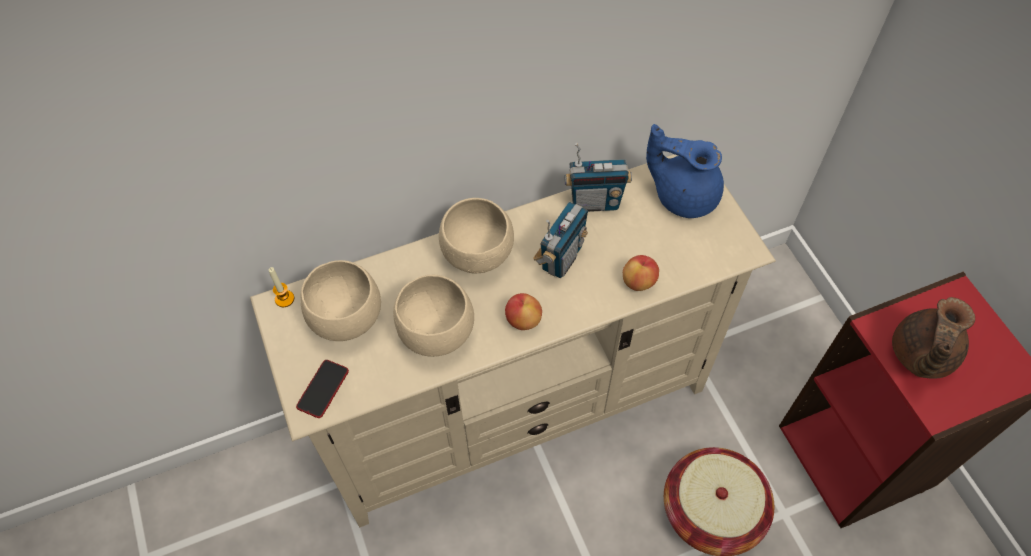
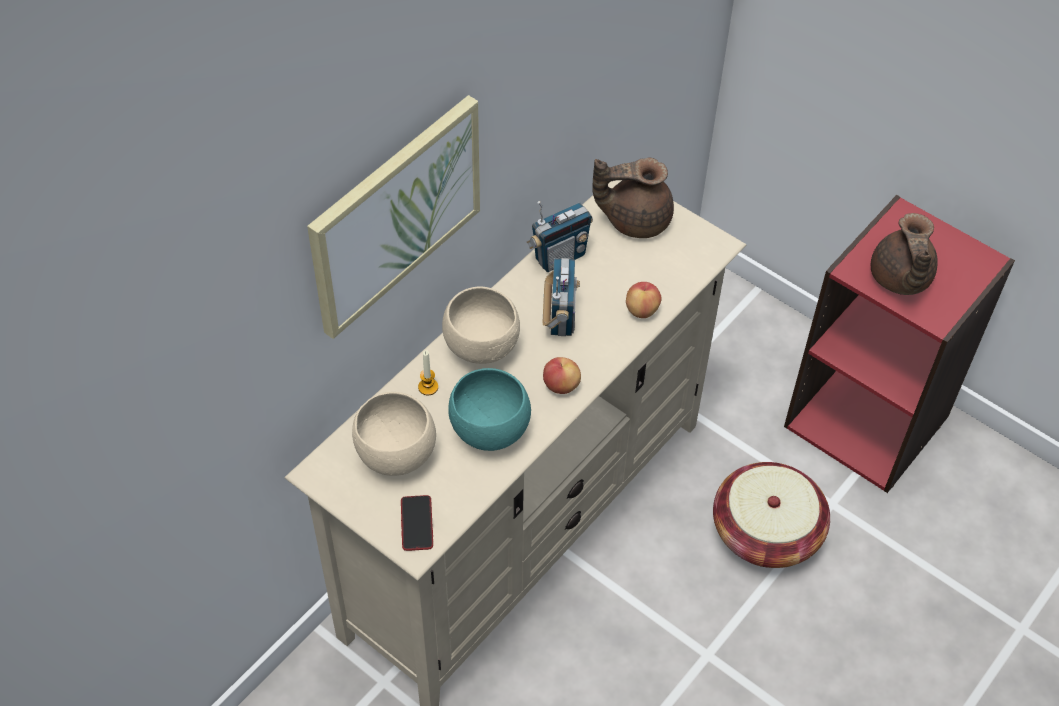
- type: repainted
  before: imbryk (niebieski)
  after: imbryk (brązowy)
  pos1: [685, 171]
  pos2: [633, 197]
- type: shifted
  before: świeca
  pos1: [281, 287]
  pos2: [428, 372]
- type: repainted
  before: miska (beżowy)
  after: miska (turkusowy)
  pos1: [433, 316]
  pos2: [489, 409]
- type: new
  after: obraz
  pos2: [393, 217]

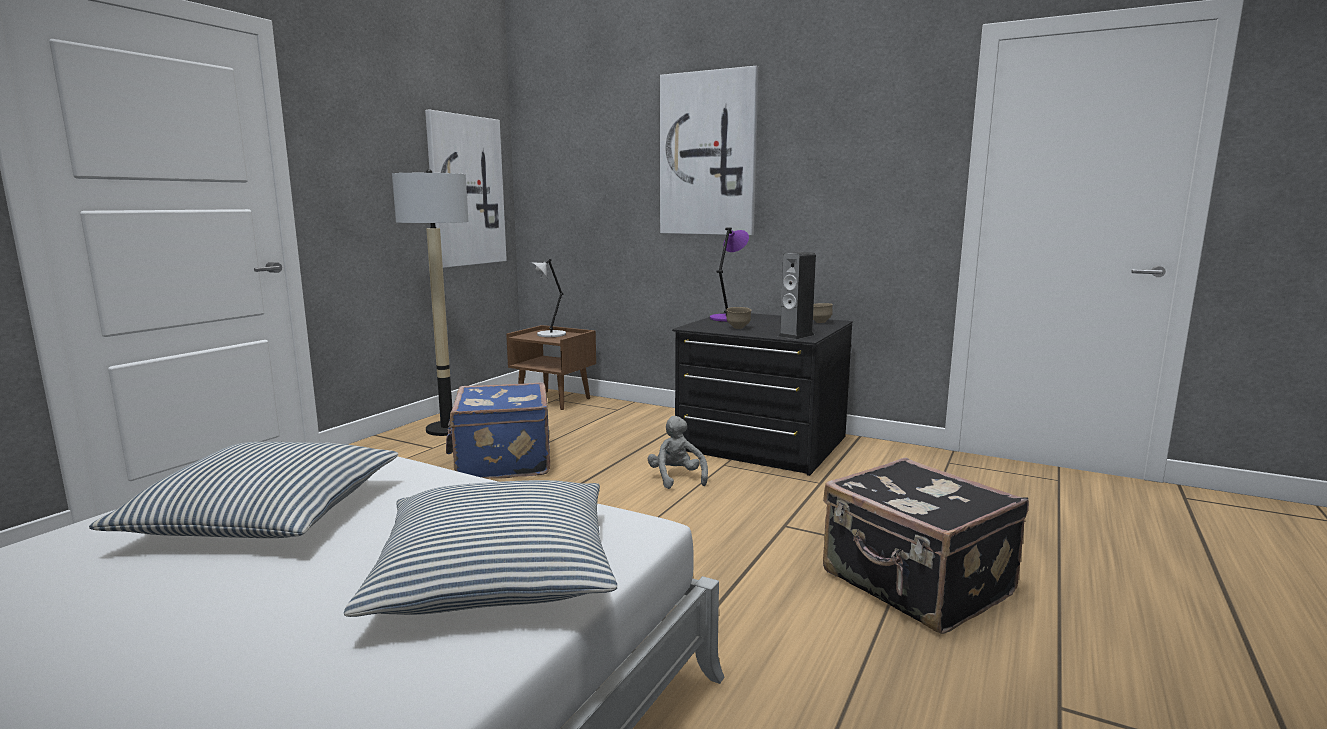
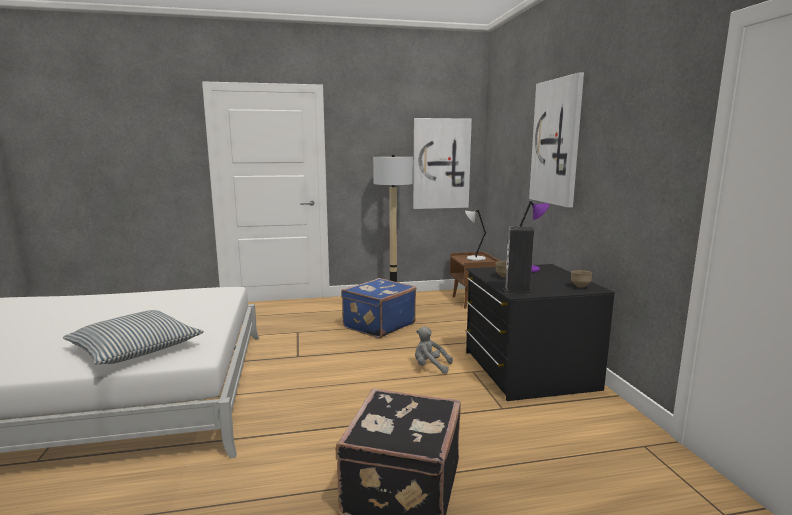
- type: rotated
  before: pluszak (szary)
  pos1: [678, 452]
  pos2: [434, 350]
  turn: -105
- type: gone
  before: poduszka
  pos1: [243, 490]

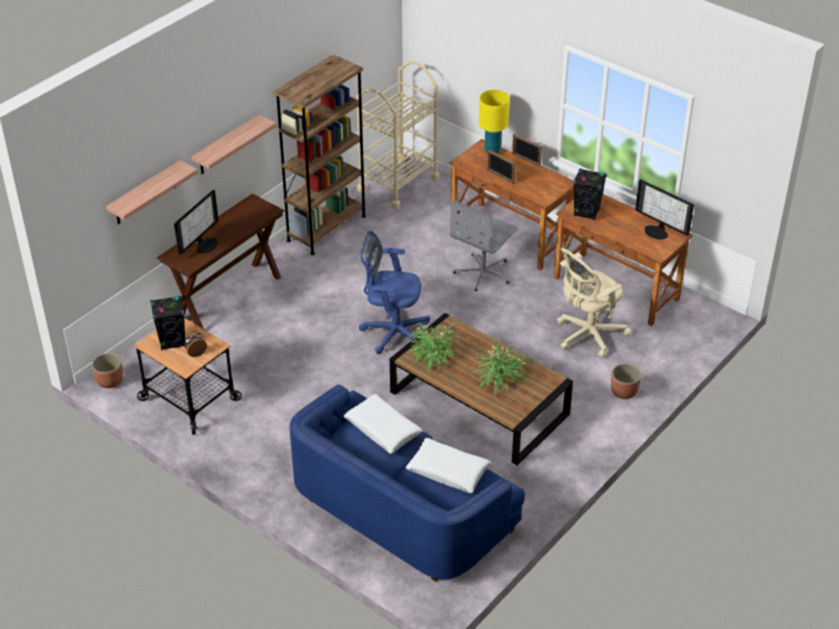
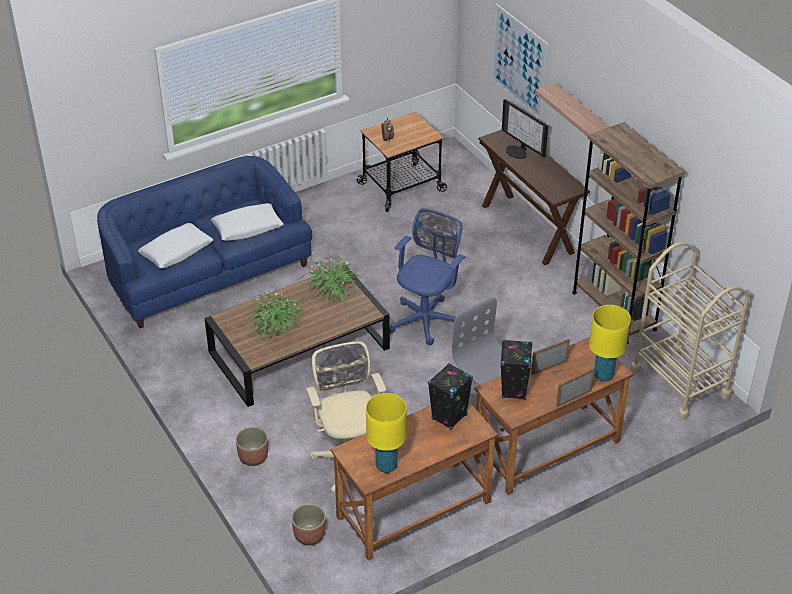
- type: swapped
  before: półka
  after: obraz
  pos1: [152, 192]
  pos2: [519, 62]
- type: swapped
  before: monitor
  after: lampa stołowa (żółty)
  pos1: [664, 209]
  pos2: [386, 433]
- type: shifted
  before: głośnik (czarny)
  pos1: [168, 323]
  pos2: [516, 369]
- type: shifted
  before: donica
  pos1: [107, 370]
  pos2: [308, 524]

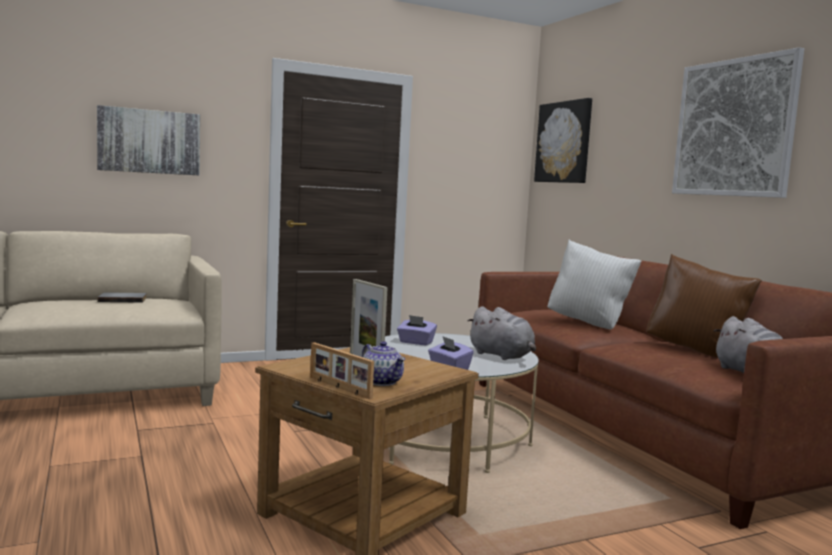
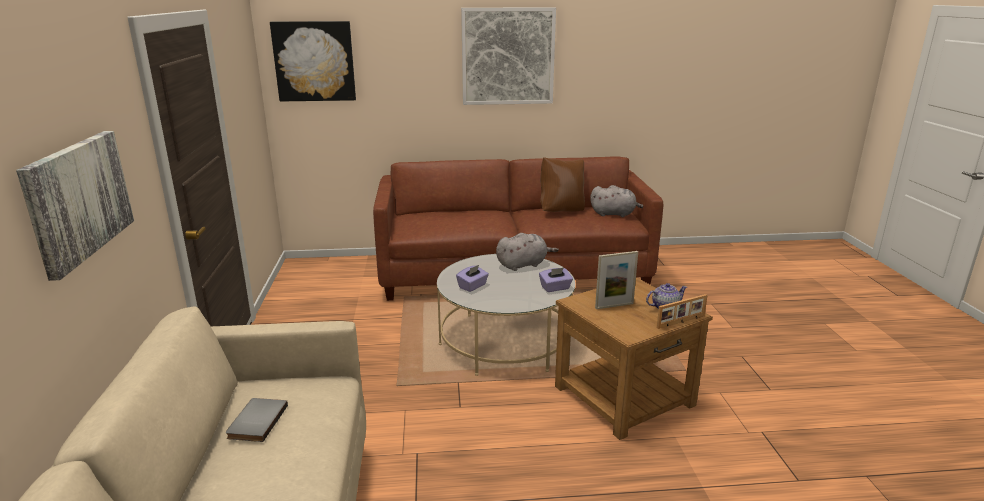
- type: gone
  before: poduszka (biały)
  pos1: [595, 284]

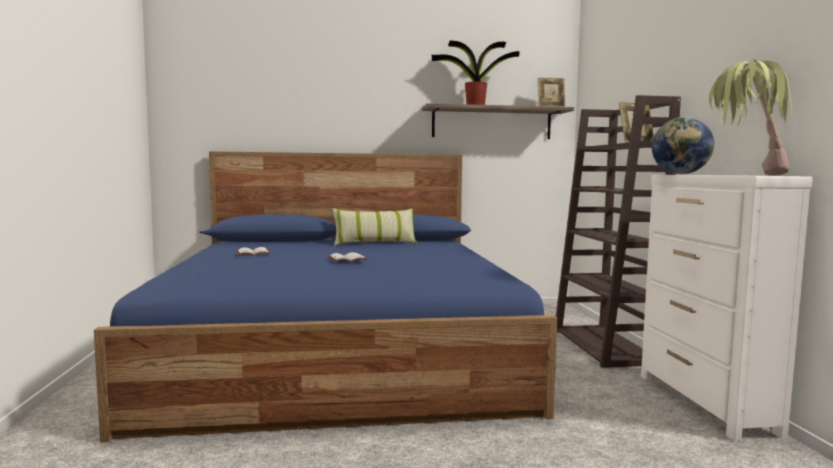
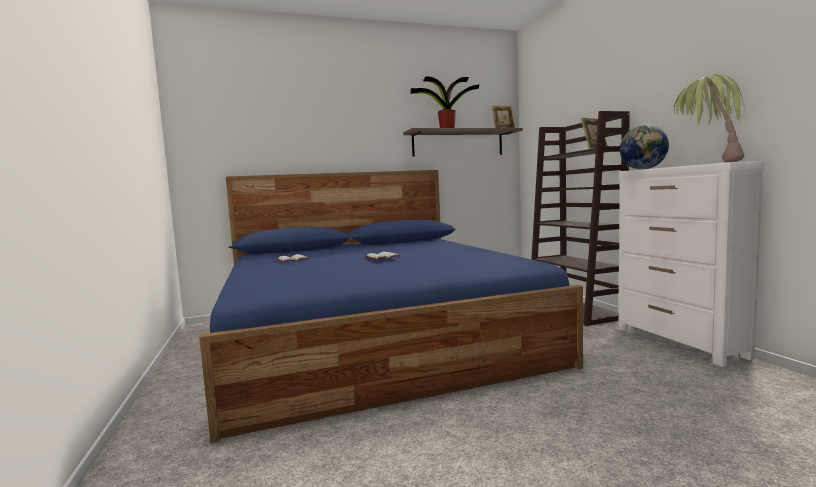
- type: gone
  before: poduszka
  pos1: [375, 227]

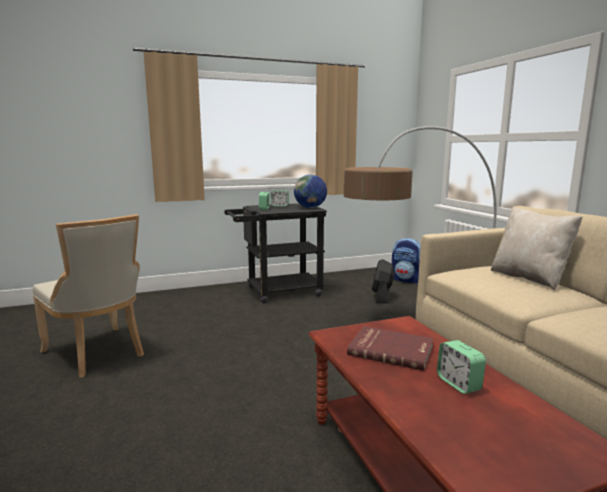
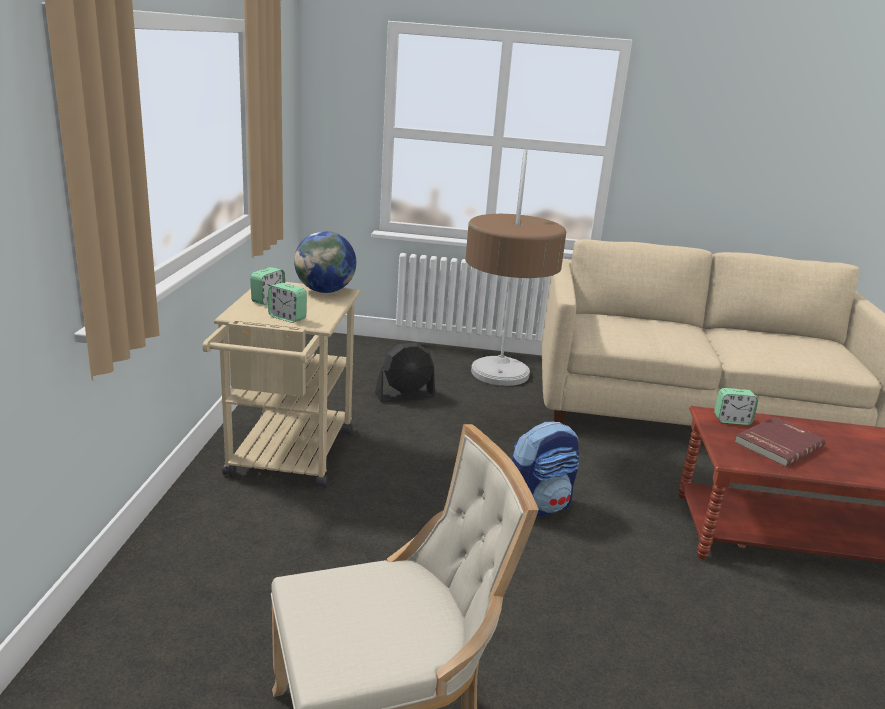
- type: repainted
  before: wózek (czarny)
  after: wózek (beżowy)
  pos1: [275, 253]
  pos2: [281, 385]
- type: gone
  before: poduszka (beżowy)
  pos1: [536, 248]
- type: shifted
  before: plecak
  pos1: [406, 261]
  pos2: [545, 469]
- type: rotated
  before: wentylator (czarny)
  pos1: [383, 281]
  pos2: [405, 373]
  turn: -60
- type: shifted
  before: budzik
  pos1: [461, 367]
  pos2: [736, 406]

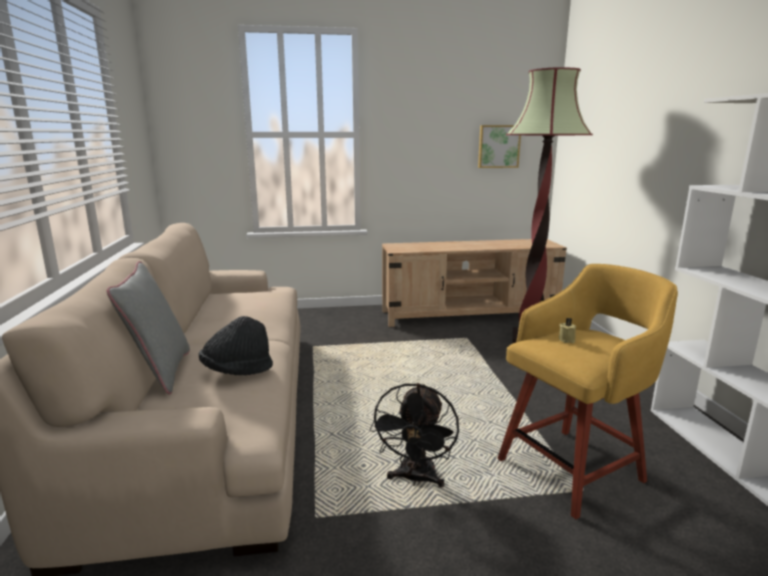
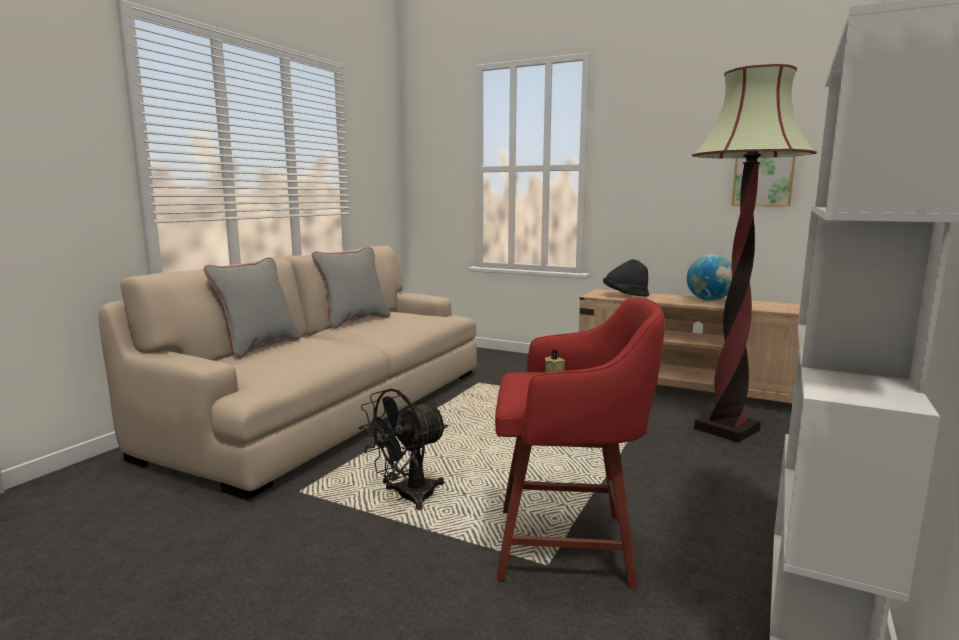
- type: repainted
  before: stołek (żółty)
  after: stołek (czerwony)
  pos1: [587, 391]
  pos2: [580, 442]
- type: shifted
  before: kapelusz (czarny)
  pos1: [236, 345]
  pos2: [626, 278]
- type: new
  after: poduszka (szary)
  pos2: [351, 287]
- type: new
  after: globus
  pos2: [709, 277]

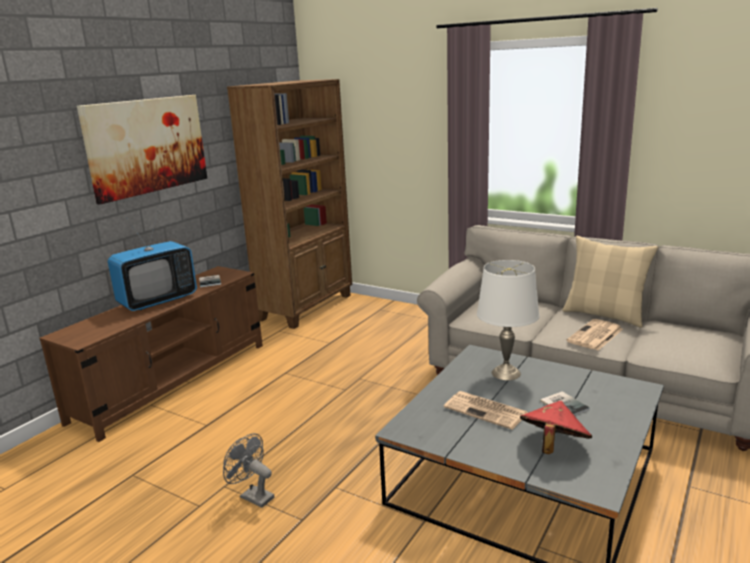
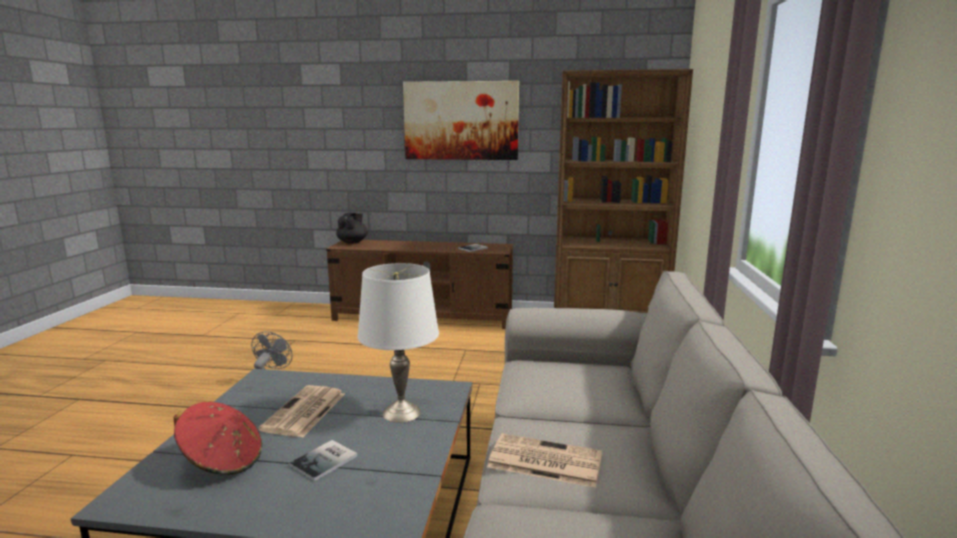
- type: gone
  before: telewizor
  pos1: [152, 261]
- type: gone
  before: poduszka (beżowy)
  pos1: [610, 282]
- type: new
  after: imbryk (czarny)
  pos2: [352, 228]

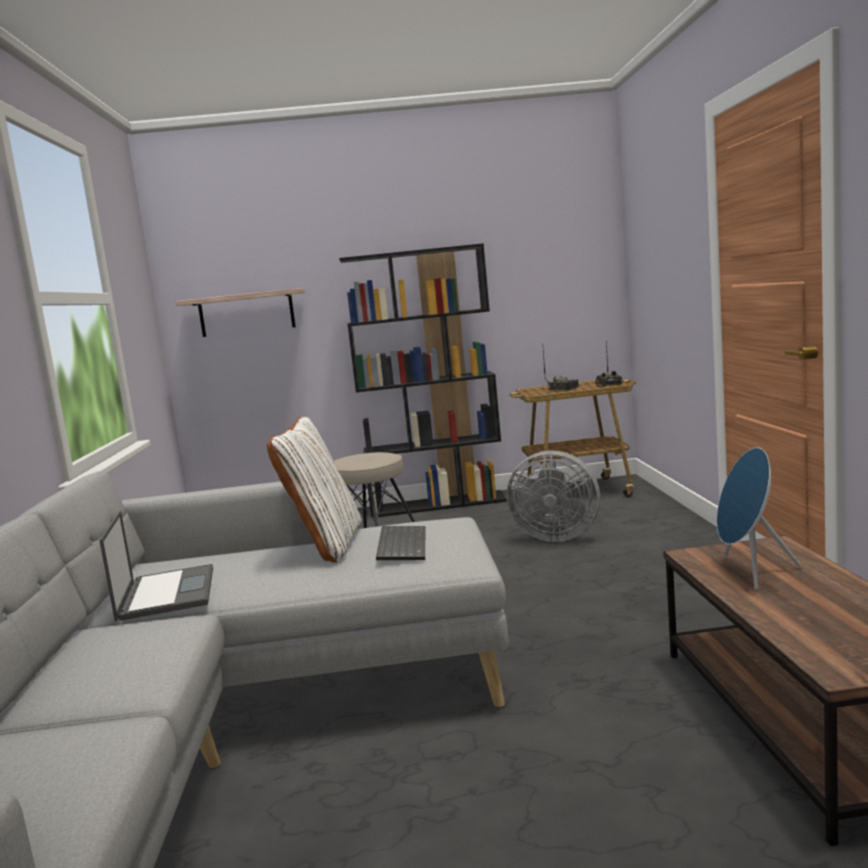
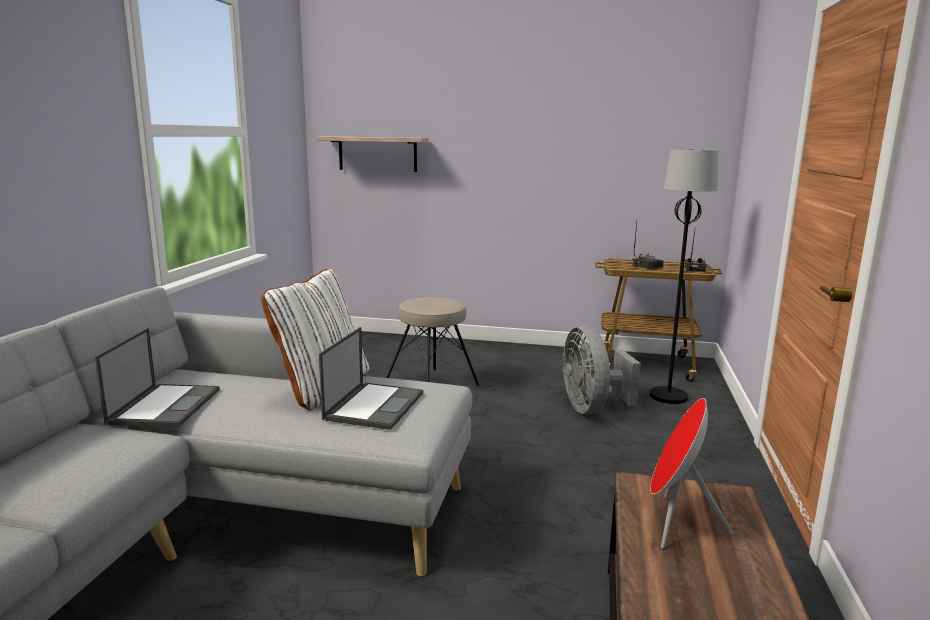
- type: gone
  before: regał (czarny)
  pos1: [423, 380]
- type: repainted
  before: głośnik (niebieski)
  after: głośnik (czerwony)
  pos1: [759, 518]
  pos2: [691, 473]
- type: rotated
  before: wentylator (szary)
  pos1: [553, 496]
  pos2: [601, 370]
  turn: 45
- type: swapped
  before: klawiatura
  after: laptop
  pos1: [400, 543]
  pos2: [371, 378]
- type: new
  after: lampa stojąca (czarny)
  pos2: [684, 276]

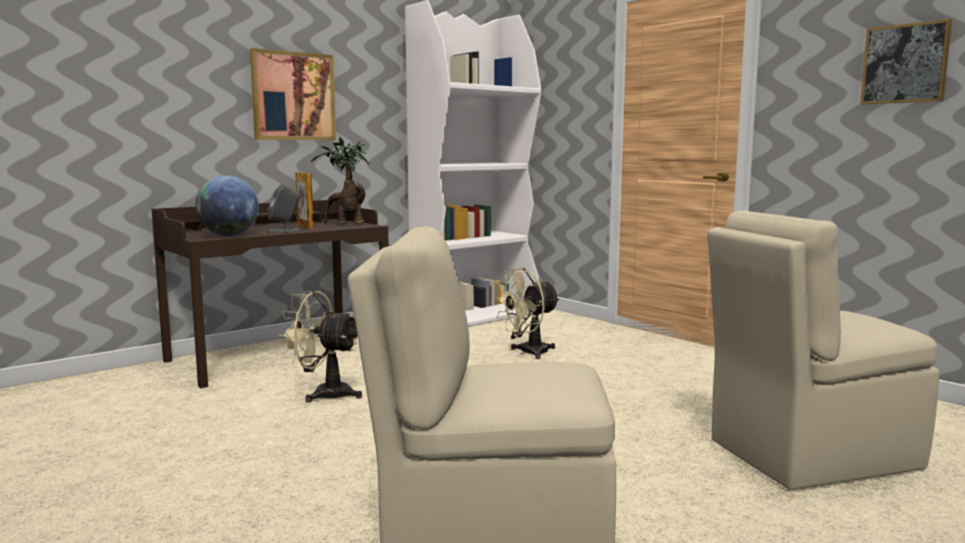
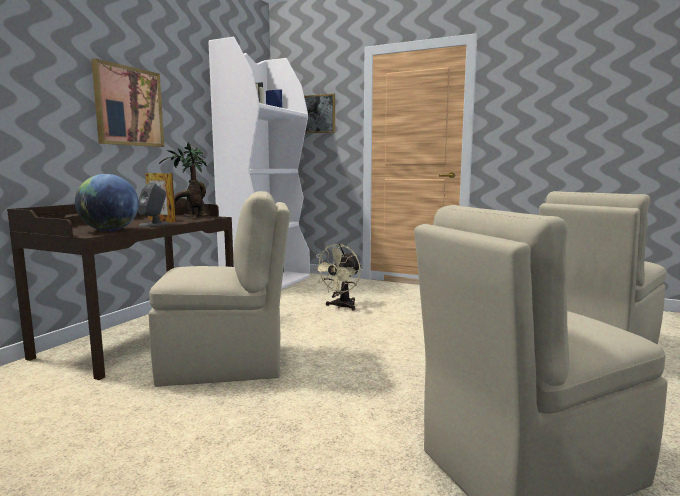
- type: shifted
  before: obraz
  pos1: [906, 61]
  pos2: [319, 113]
- type: swapped
  before: wentylator (beżowy)
  after: krzesło (beżowy)
  pos1: [320, 346]
  pos2: [219, 289]

